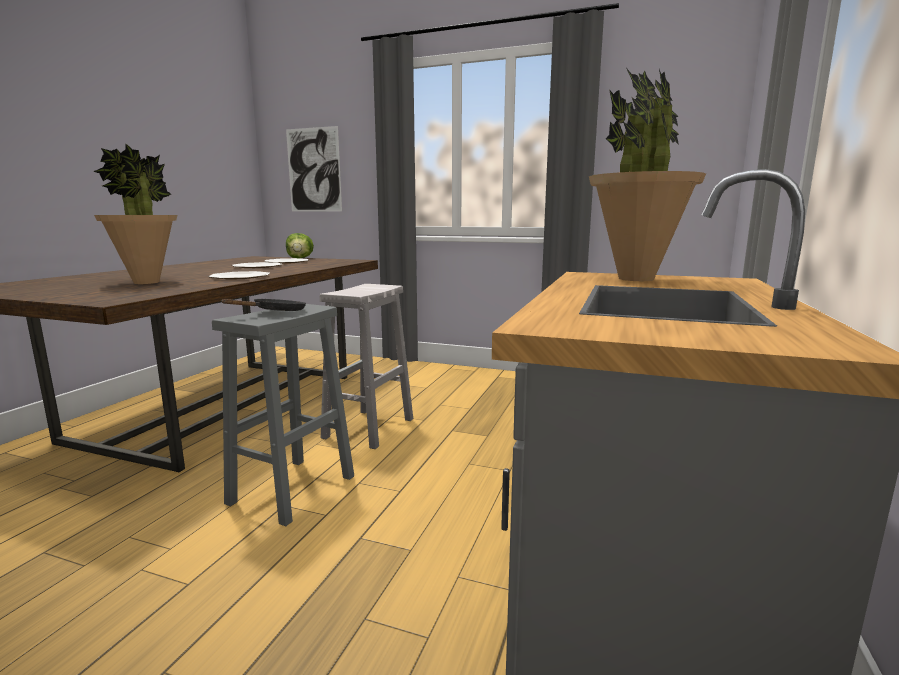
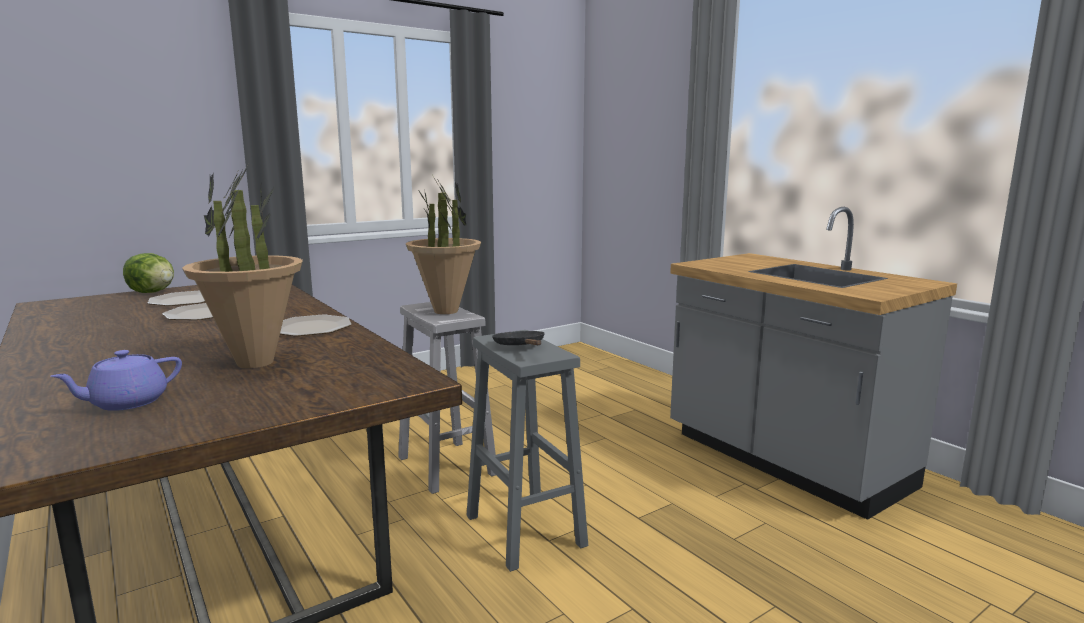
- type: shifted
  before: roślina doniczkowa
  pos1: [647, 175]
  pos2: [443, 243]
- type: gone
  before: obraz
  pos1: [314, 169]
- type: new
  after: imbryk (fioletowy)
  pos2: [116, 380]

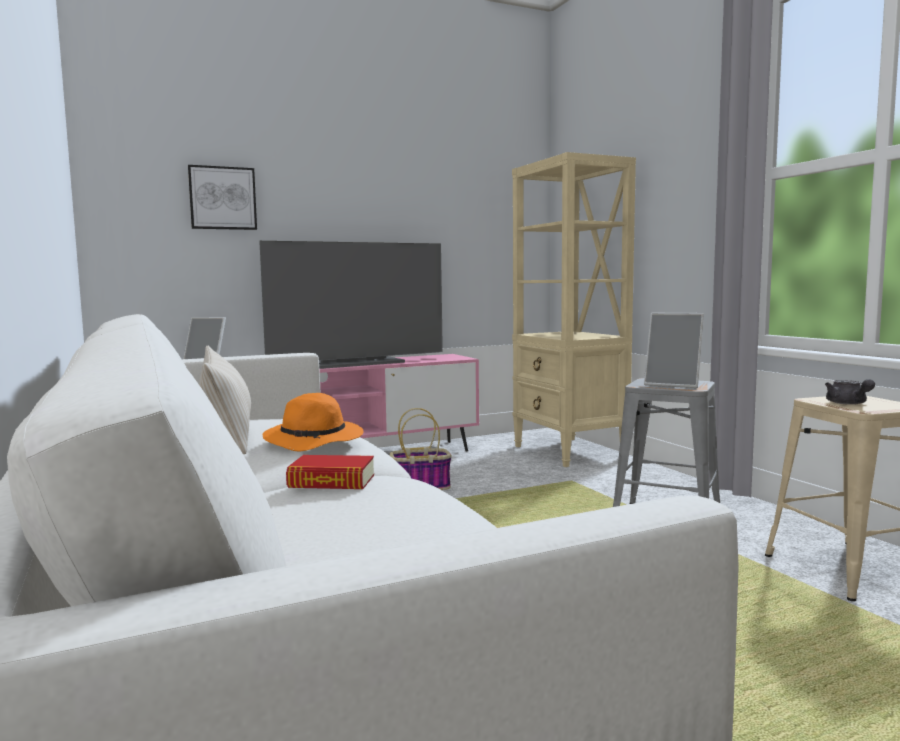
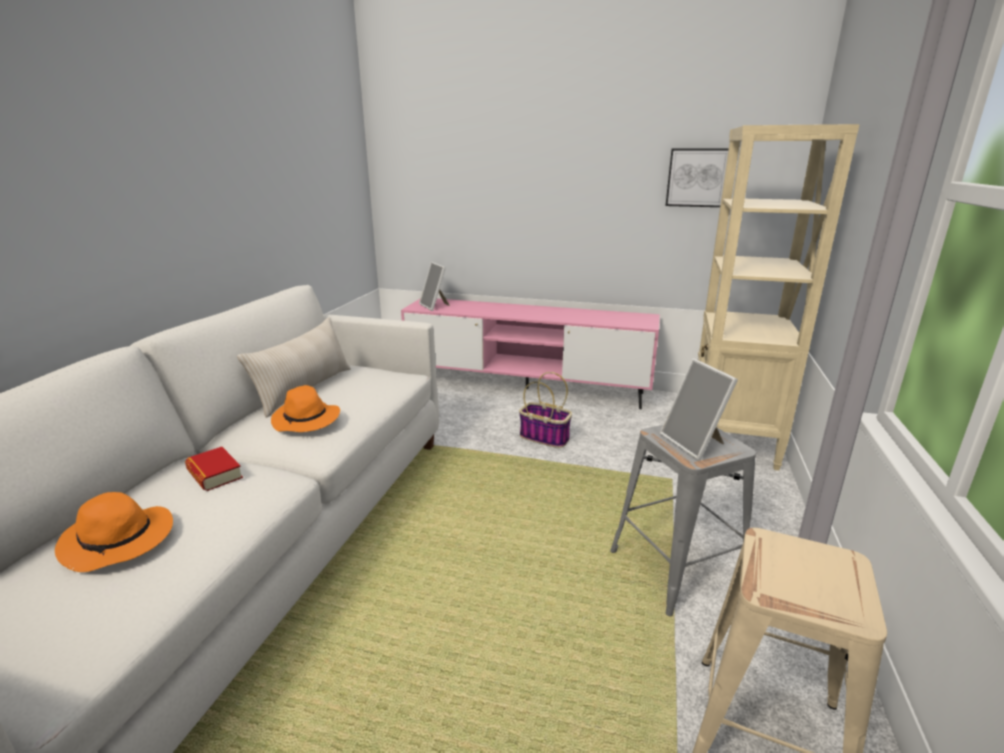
- type: shifted
  before: obraz
  pos1: [222, 197]
  pos2: [697, 177]
- type: gone
  before: telewizor
  pos1: [351, 305]
- type: gone
  before: imbryk (szary)
  pos1: [850, 392]
- type: new
  after: kapelusz (pomarańczowy)
  pos2: [114, 532]

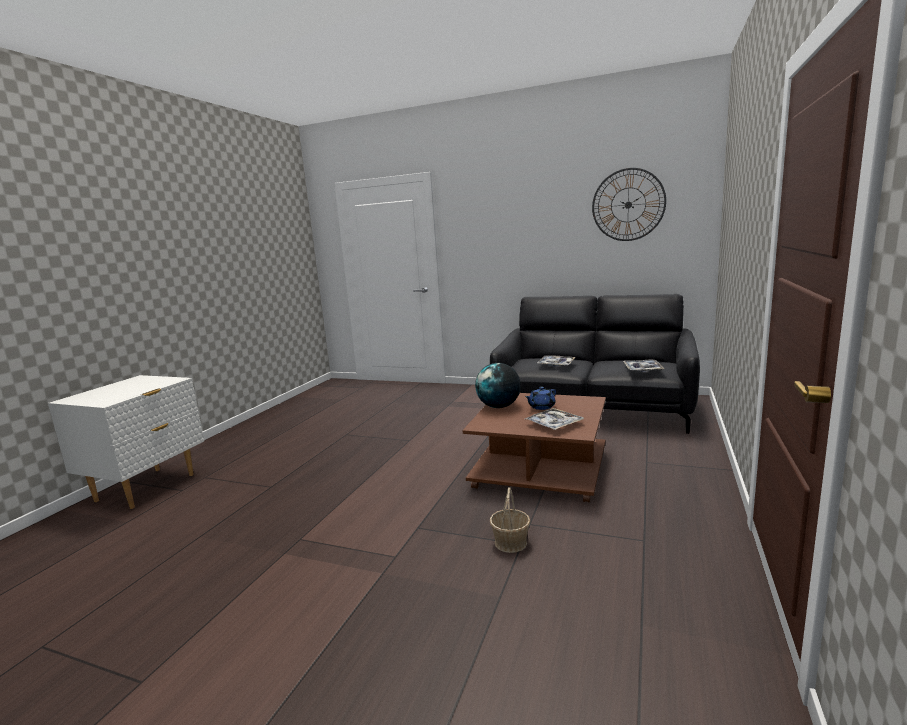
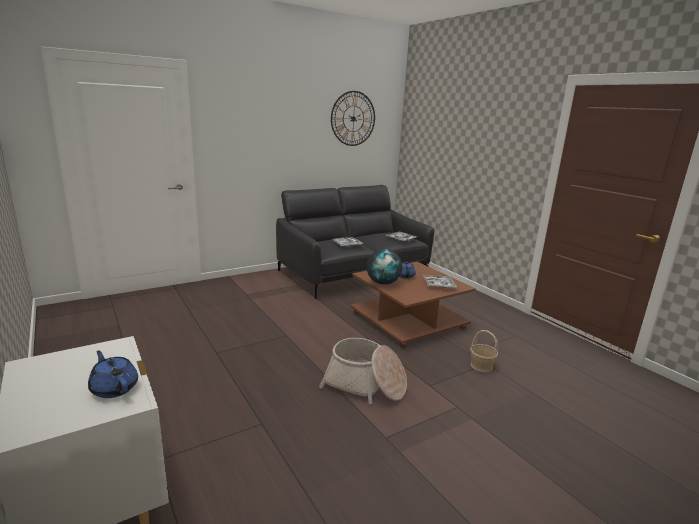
- type: new
  after: koszyk
  pos2: [363, 371]
- type: new
  after: imbryk (niebieski)
  pos2: [113, 374]

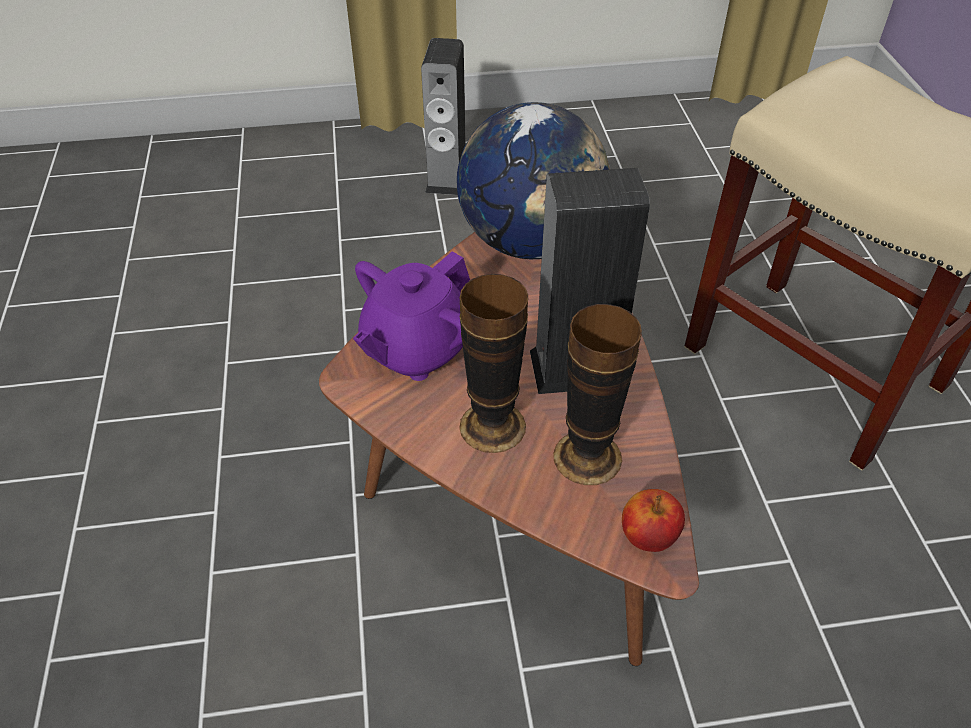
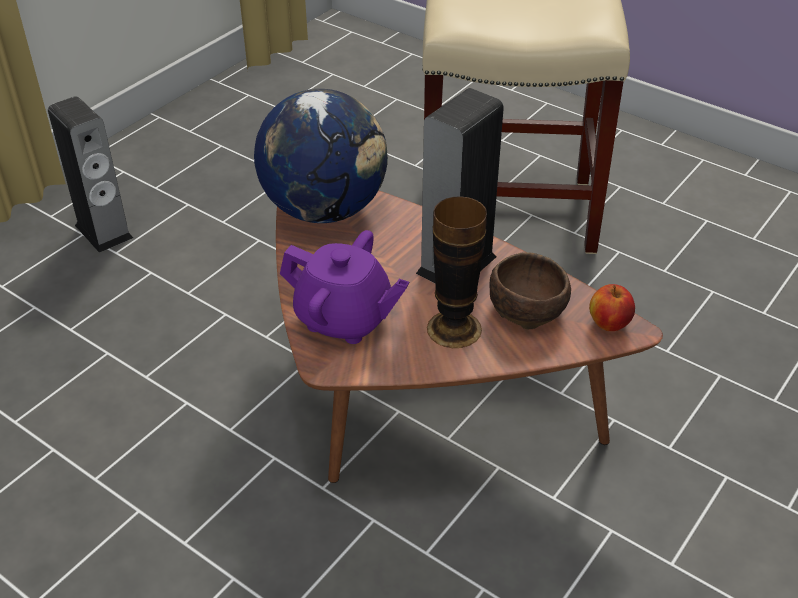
- type: rotated
  before: imbryk (fioletowy)
  pos1: [411, 316]
  pos2: [344, 287]
  turn: -60
- type: swapped
  before: wazon
  after: miska (brązowy)
  pos1: [597, 394]
  pos2: [530, 290]

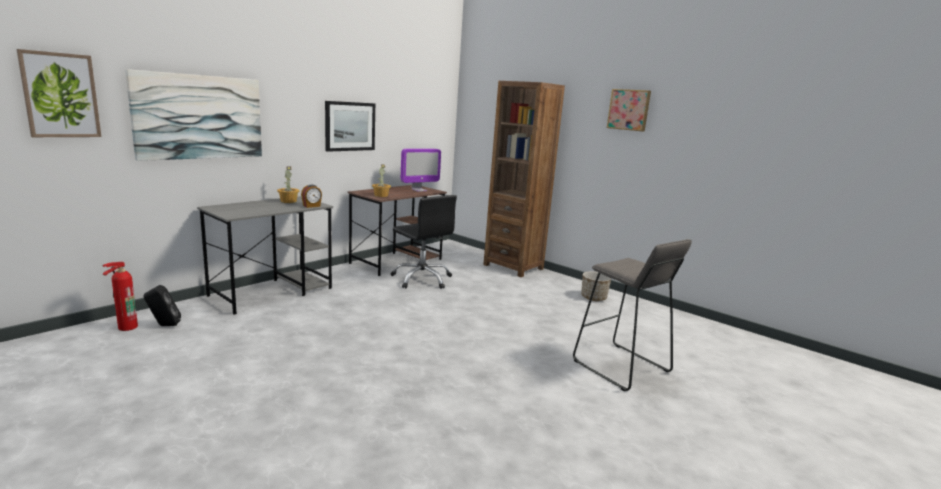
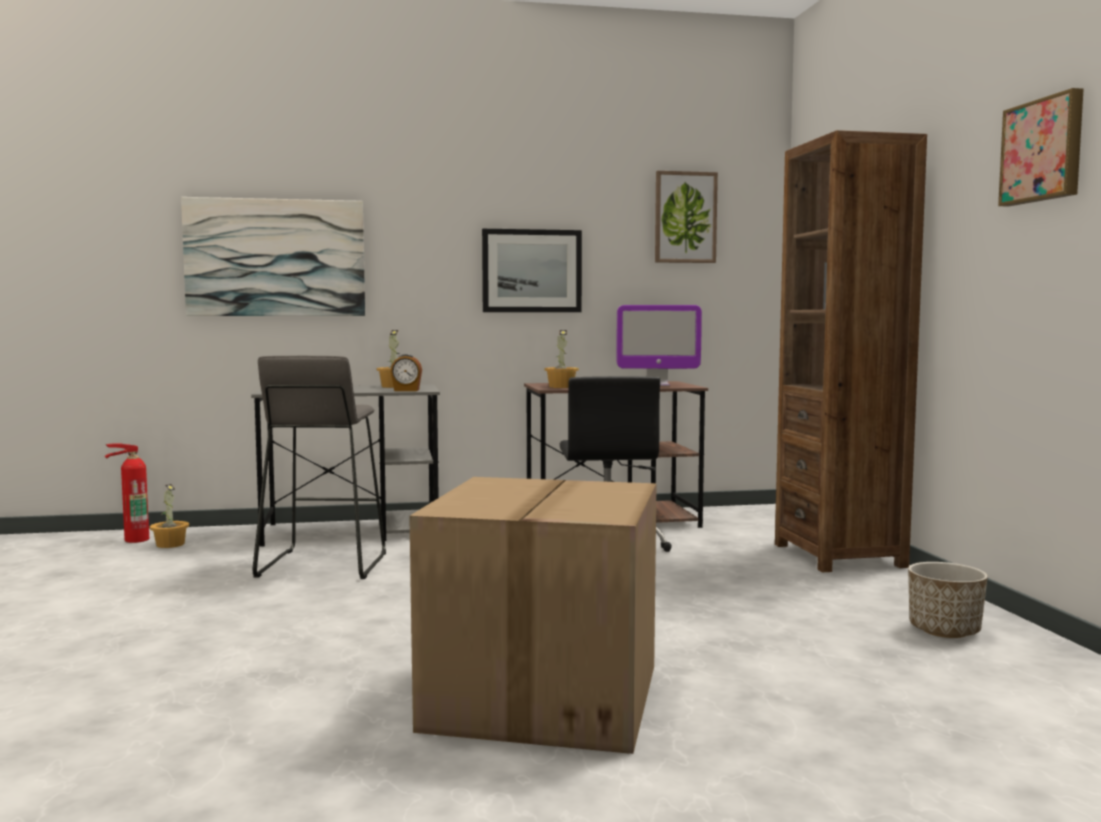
- type: shifted
  before: obraz
  pos1: [58, 93]
  pos2: [686, 217]
- type: shifted
  before: stołek (szary)
  pos1: [632, 315]
  pos2: [319, 467]
- type: swapped
  before: głośnik (czarny)
  after: roślina doniczkowa
  pos1: [162, 305]
  pos2: [169, 516]
- type: new
  after: karton
  pos2: [533, 615]

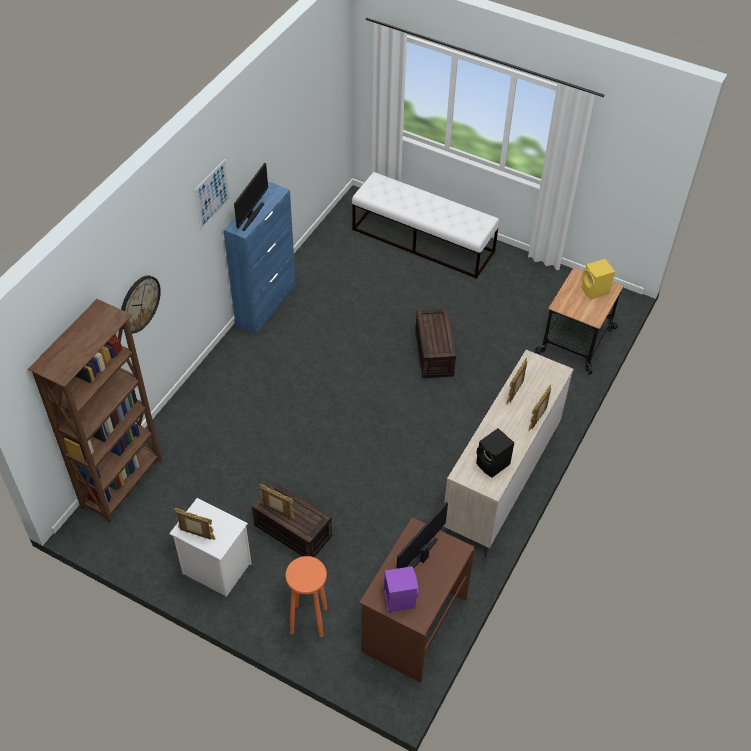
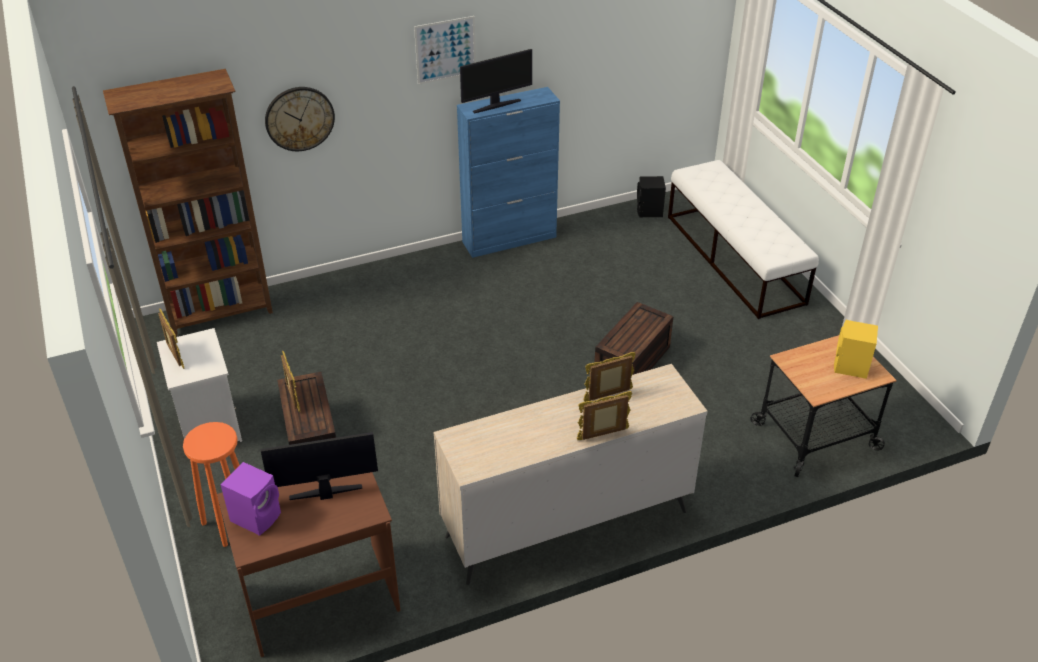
- type: shifted
  before: głośnik (czarny)
  pos1: [495, 453]
  pos2: [651, 196]

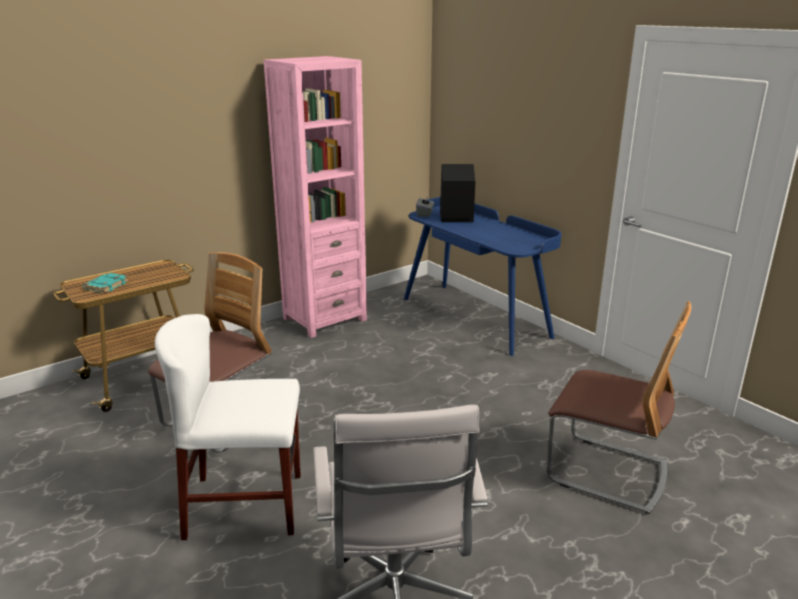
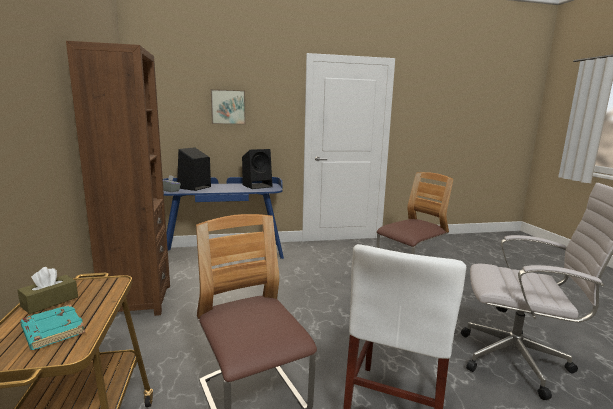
- type: repainted
  before: regał (różowy)
  after: regał (brązowy)
  pos1: [315, 197]
  pos2: [118, 178]
- type: new
  after: obraz
  pos2: [228, 107]
- type: new
  after: głośnik (czarny)
  pos2: [257, 169]
- type: new
  after: pudełko chusteczek (brązowy)
  pos2: [48, 290]

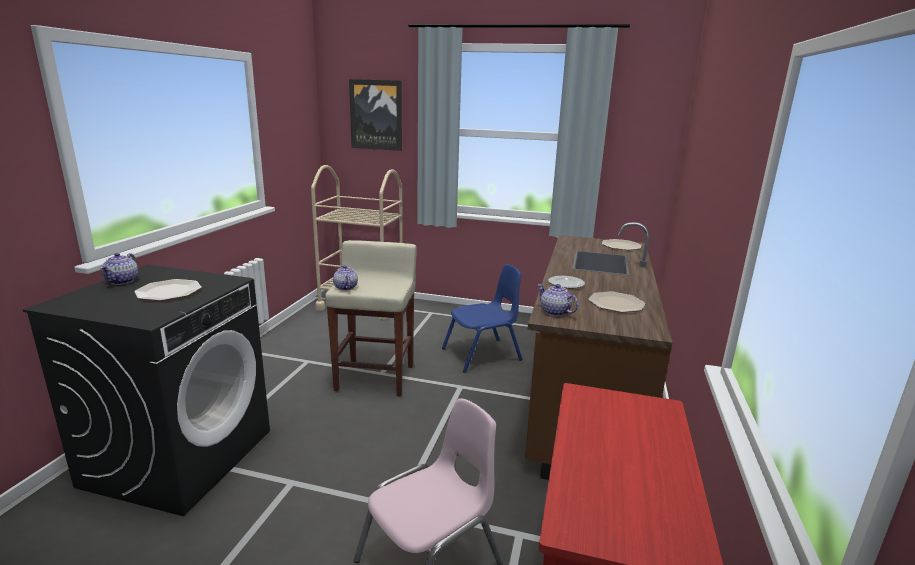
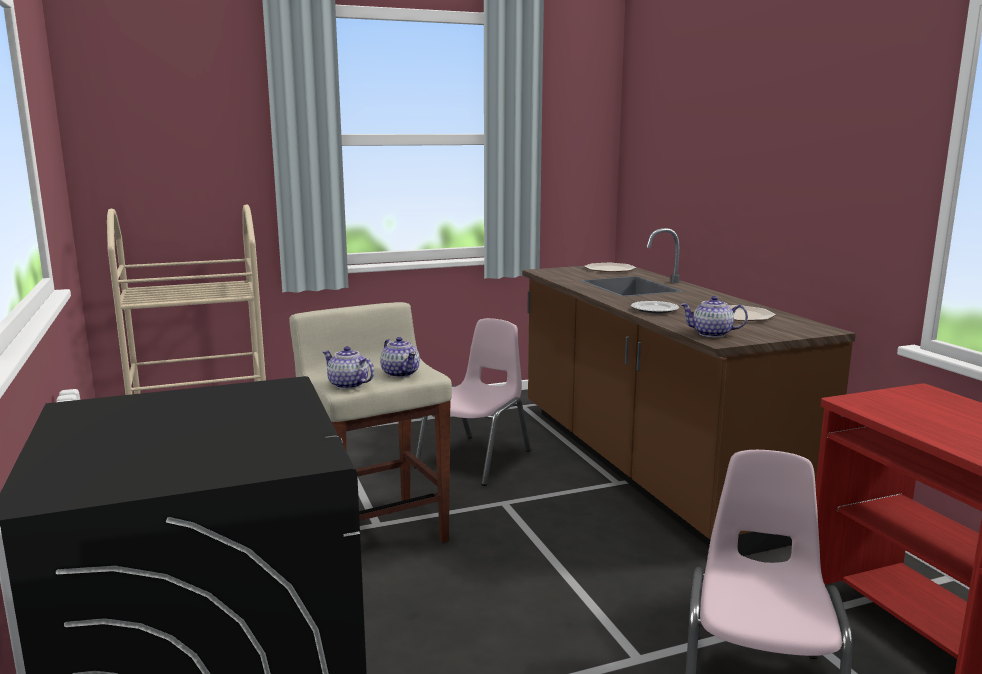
- type: gone
  before: obraz
  pos1: [375, 115]
- type: shifted
  before: imbryk
  pos1: [119, 269]
  pos2: [400, 357]
- type: repainted
  before: krzesło (niebieski)
  after: krzesło (różowy)
  pos1: [482, 318]
  pos2: [472, 402]
- type: gone
  before: talerz
  pos1: [168, 290]

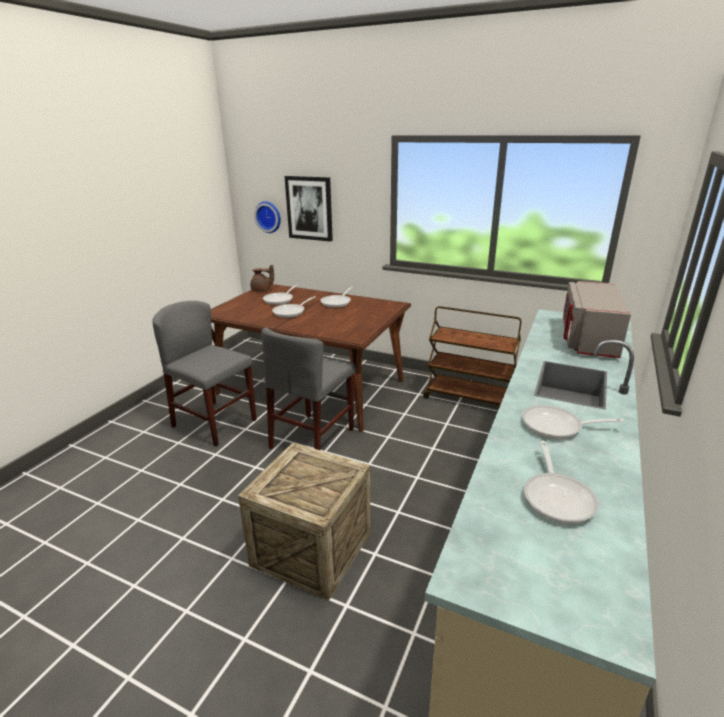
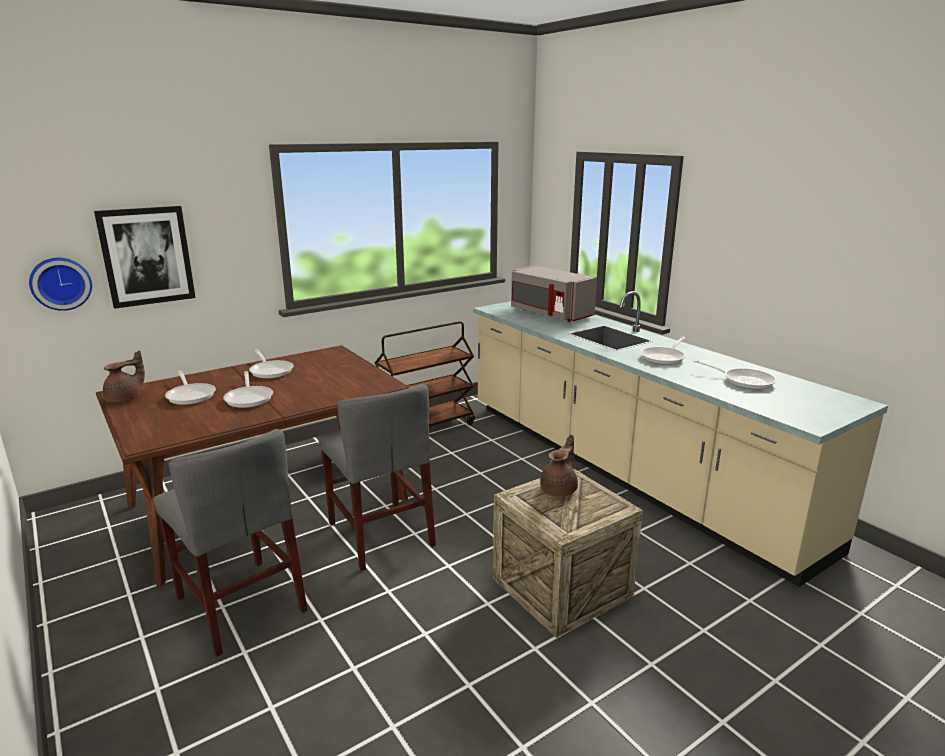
- type: rotated
  before: krzesło (szary)
  pos1: [204, 374]
  pos2: [230, 542]
  turn: -105
- type: new
  after: imbryk (brązowy)
  pos2: [559, 465]

